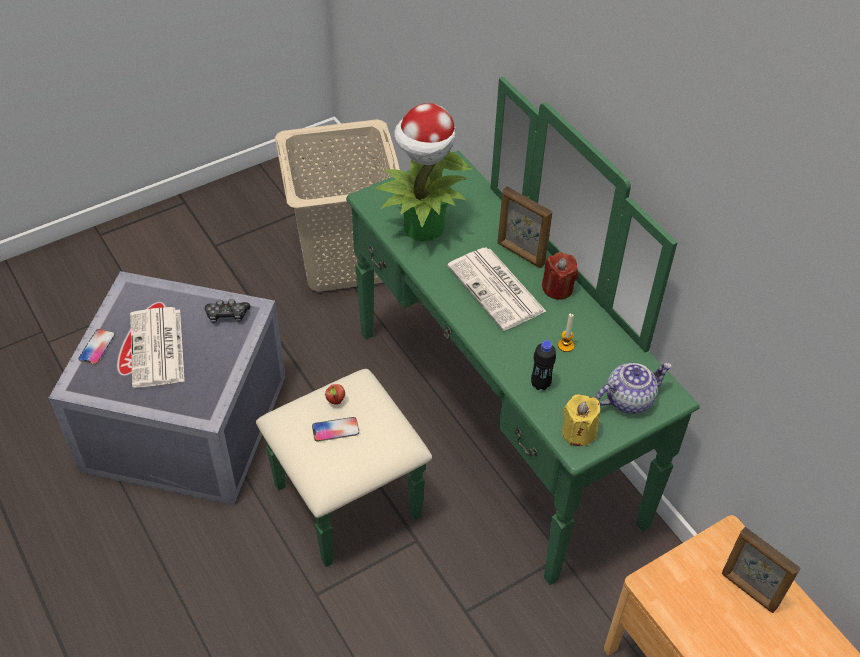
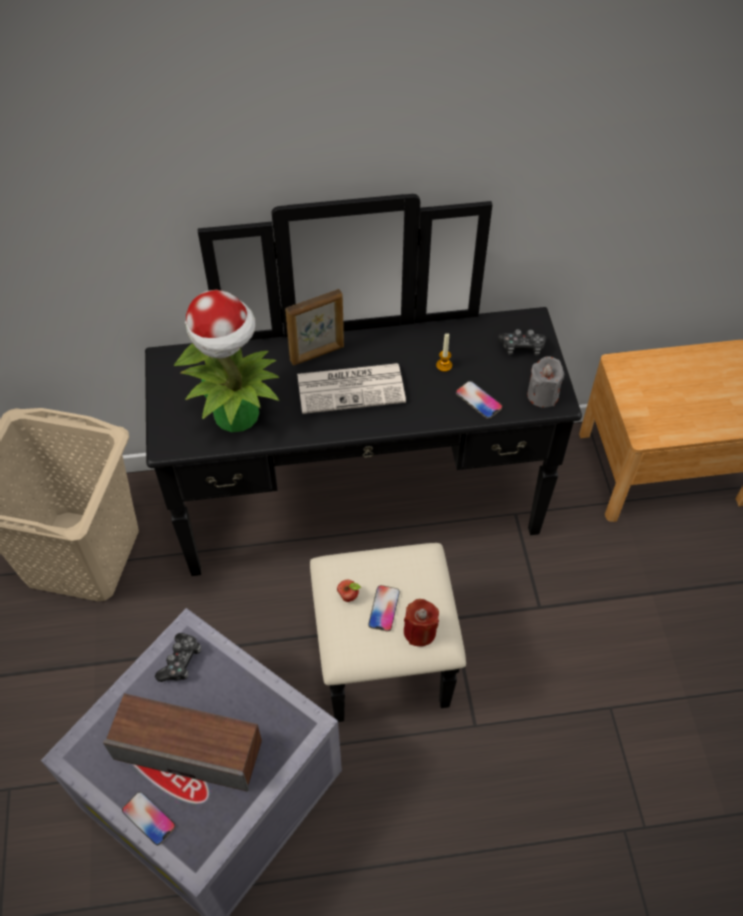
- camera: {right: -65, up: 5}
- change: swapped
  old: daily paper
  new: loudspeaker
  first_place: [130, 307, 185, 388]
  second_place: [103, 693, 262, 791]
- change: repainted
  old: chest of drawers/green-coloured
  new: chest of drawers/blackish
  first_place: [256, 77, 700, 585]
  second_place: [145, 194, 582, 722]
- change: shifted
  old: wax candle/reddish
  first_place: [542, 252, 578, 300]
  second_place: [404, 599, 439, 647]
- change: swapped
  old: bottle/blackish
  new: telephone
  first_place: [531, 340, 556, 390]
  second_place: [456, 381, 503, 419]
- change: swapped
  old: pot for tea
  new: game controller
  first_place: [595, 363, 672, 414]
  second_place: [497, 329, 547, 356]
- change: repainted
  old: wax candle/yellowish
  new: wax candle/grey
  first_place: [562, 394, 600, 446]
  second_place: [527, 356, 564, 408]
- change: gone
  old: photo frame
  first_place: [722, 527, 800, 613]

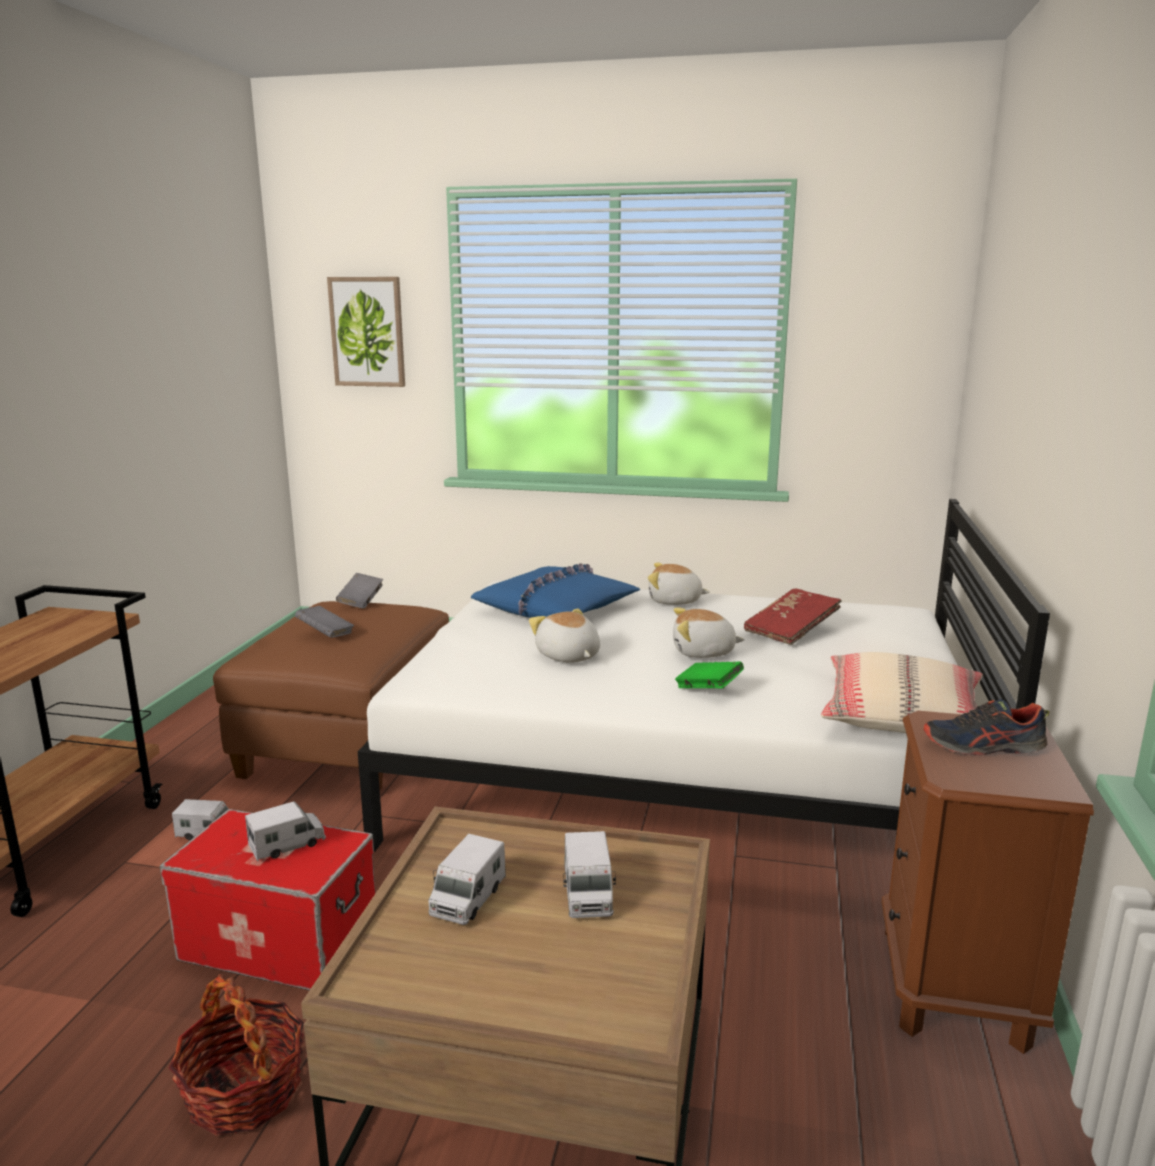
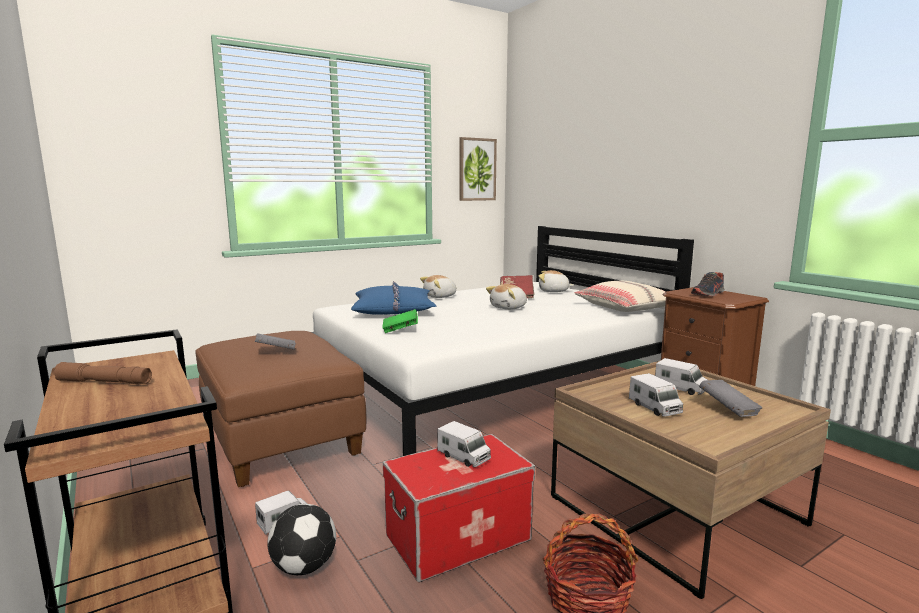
- camera: {right: -45, up: -5}
- change: new
  new: hand torch/brown
  second_place: [54, 362, 152, 384]
- change: new
  new: football ball
  second_place: [267, 504, 336, 575]
- change: shifted
  old: bound book/green-coloured
  first_place: [675, 662, 744, 689]
  second_place: [382, 309, 418, 333]
- change: rotated
  old: toy lorry
  first_place: [245, 801, 326, 861]
  second_place: [437, 421, 491, 467]
  degrees: 120
- change: shifted
  old: wall art
  first_place: [327, 277, 405, 387]
  second_place: [460, 137, 497, 201]
- change: shifted
  old: soft toy
  first_place: [529, 608, 600, 663]
  second_place: [539, 270, 574, 292]
- change: shifted
  old: bound book/grey
  first_place: [336, 573, 383, 608]
  second_place: [699, 380, 762, 417]

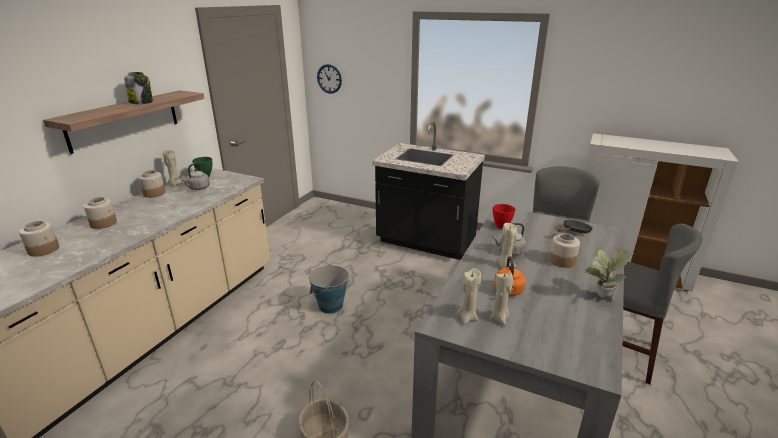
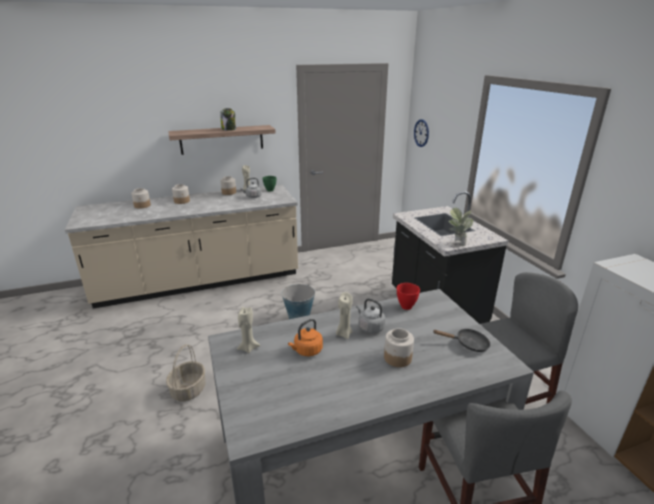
- camera: {right: 45, up: 0}
- change: shifted
  old: plant in a pot
  first_place: [585, 249, 631, 301]
  second_place: [448, 207, 474, 246]
- change: gone
  old: wax candle/sand-coloured
  first_place: [490, 272, 513, 325]

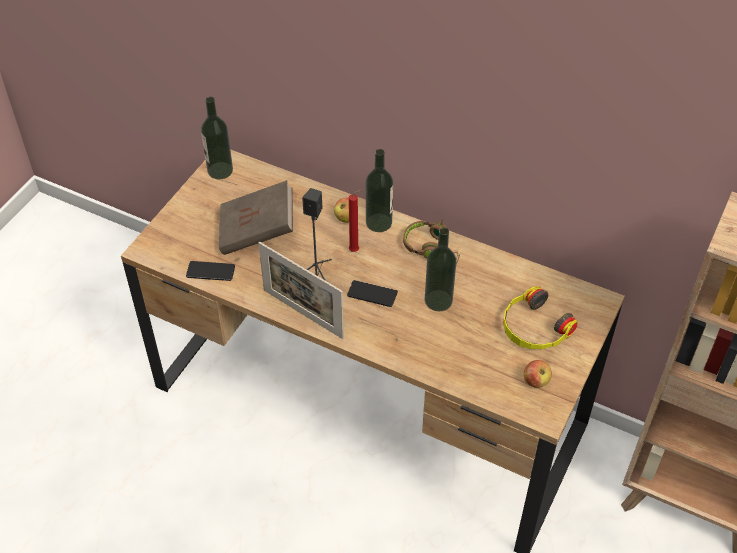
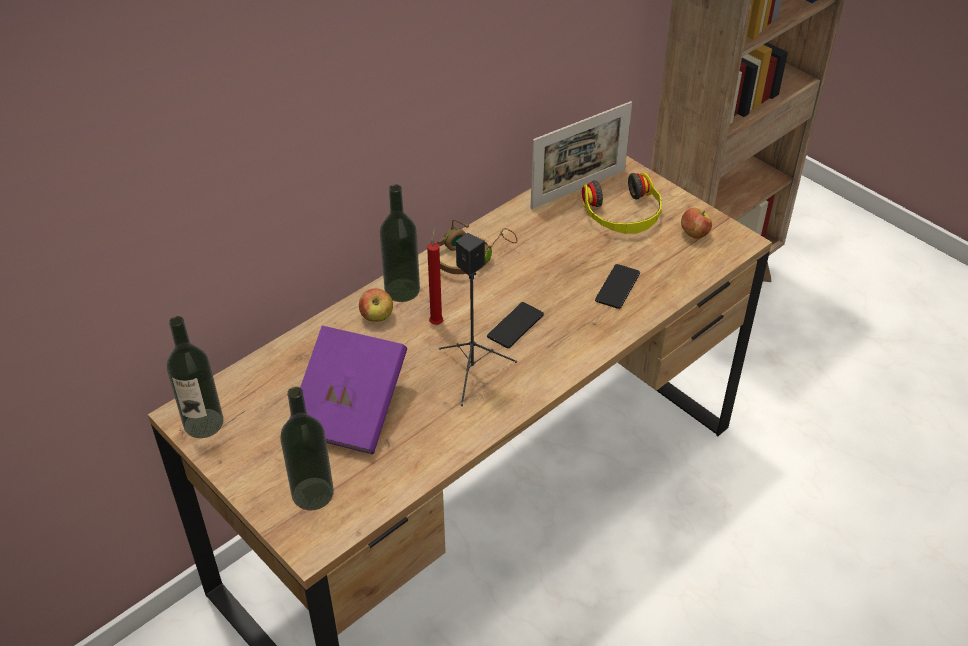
- camera: {right: -70, up: -5}
- change: shifted
  old: bottle
  first_place: [425, 228, 456, 311]
  second_place: [280, 387, 334, 510]
- change: repainted
  old: bound book/brown
  new: bound book/purple
  first_place: [219, 180, 293, 255]
  second_place: [289, 326, 407, 454]
- change: shifted
  old: photo frame
  first_place: [258, 242, 344, 339]
  second_place: [530, 101, 632, 209]
- change: shifted
  old: telephone
  first_place: [186, 261, 235, 281]
  second_place: [595, 264, 640, 309]

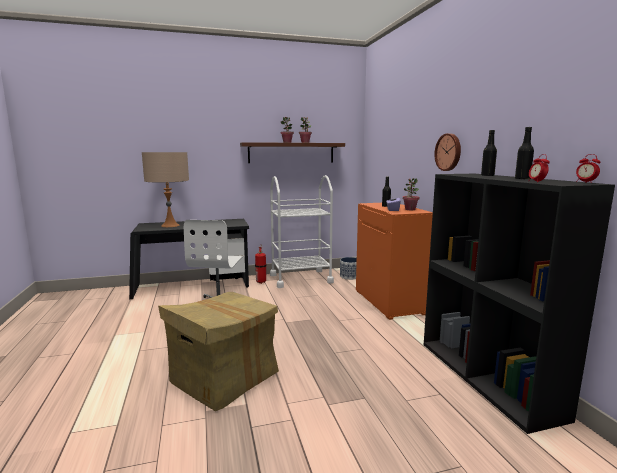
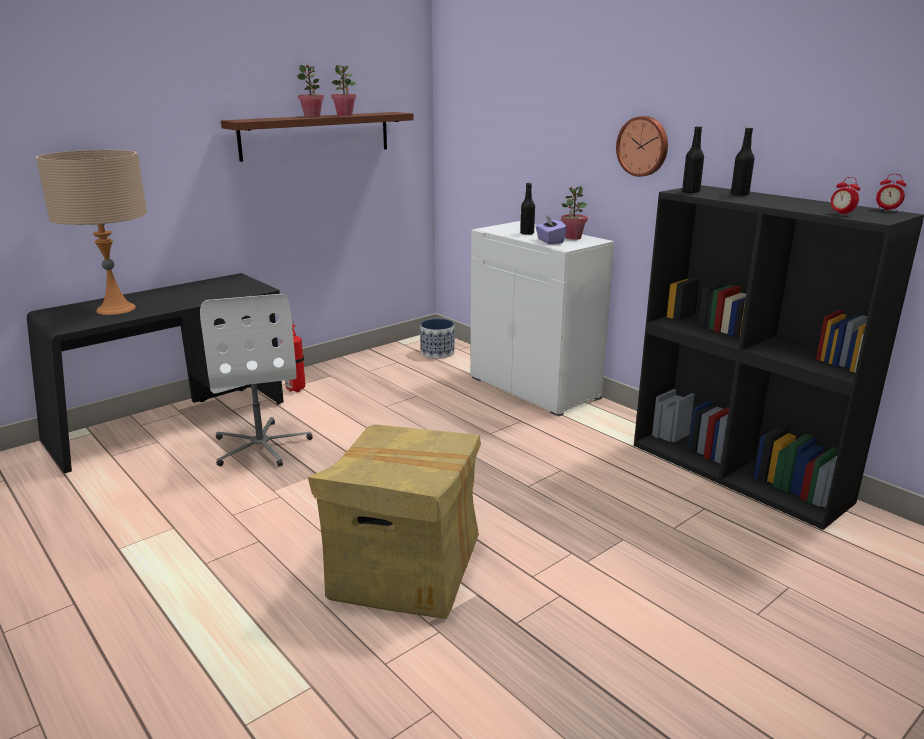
- camera: {right: -25, up: 10}
- change: repainted
  old: cupboard/orange-coloured
  new: cupboard/white
  first_place: [356, 203, 433, 320]
  second_place: [471, 221, 614, 417]
- change: shifted
  old: bottle/blackish
  first_place: [515, 127, 534, 179]
  second_place: [682, 126, 704, 194]
- change: gone
  old: cart/white
  first_place: [270, 175, 334, 288]

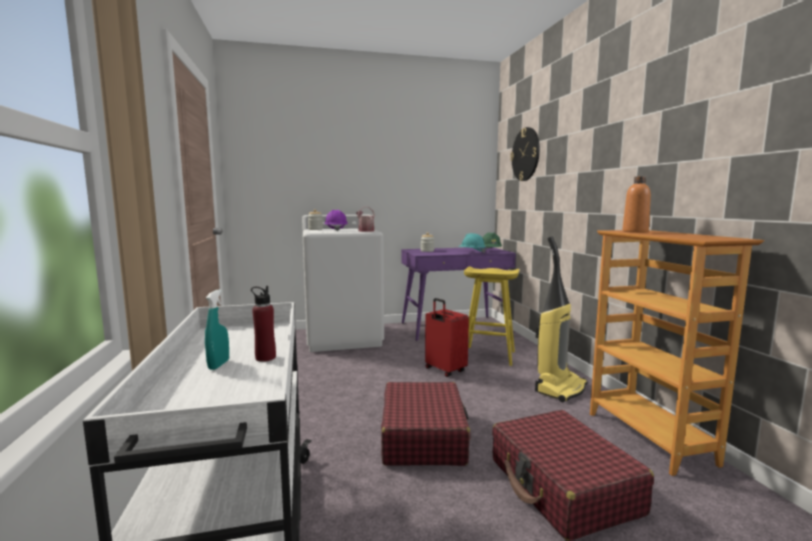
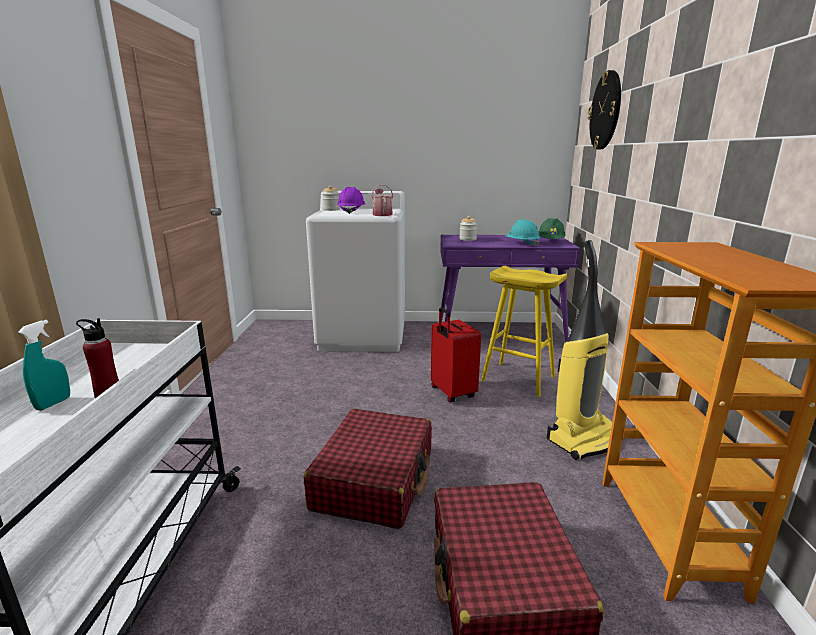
- camera: {right: 15, up: 10}
- change: gone
  old: bottle/orange-coloured
  first_place: [622, 176, 651, 233]

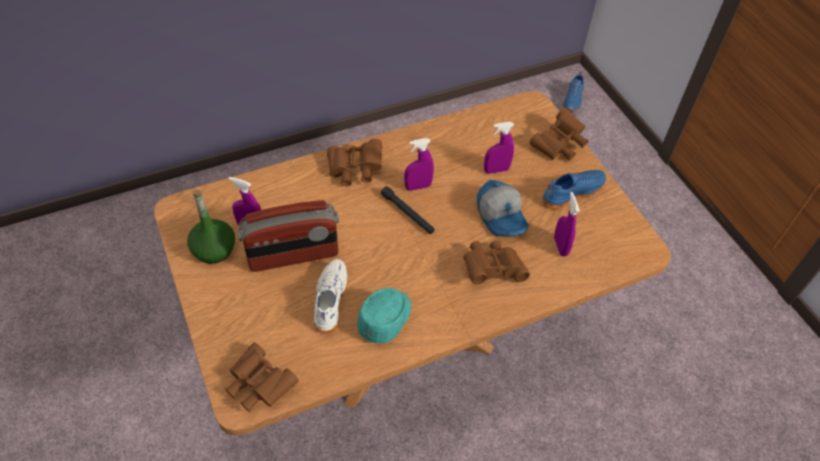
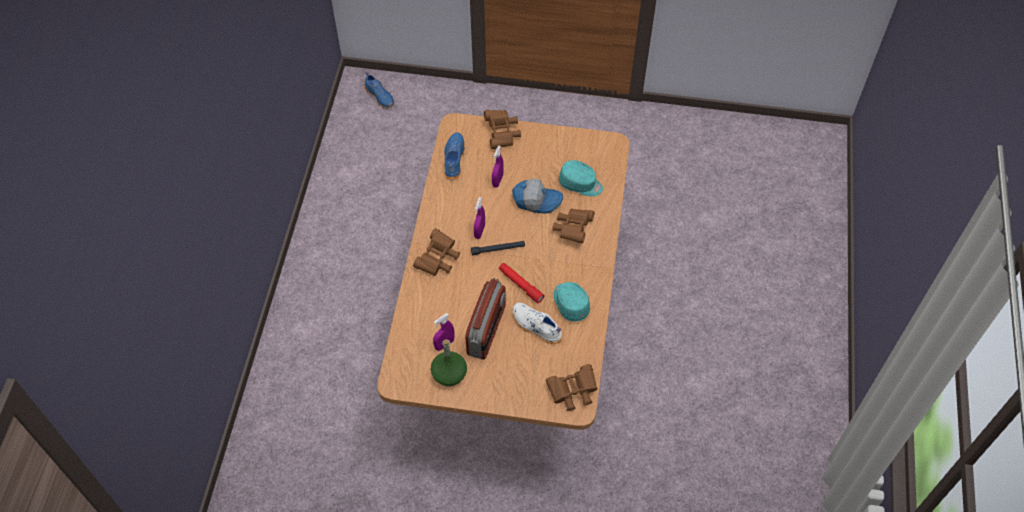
- camera: {right: -55, up: 5}
- change: shifted
  old: low shoe/blue
  first_place: [542, 170, 606, 209]
  second_place: [444, 132, 465, 179]
- change: new
  new: hand torch/reddish
  second_place: [499, 263, 545, 303]
- change: swapped
  old: spray bottle/purple
  new: cap/turquoise
  first_place: [554, 192, 580, 256]
  second_place: [559, 160, 603, 196]

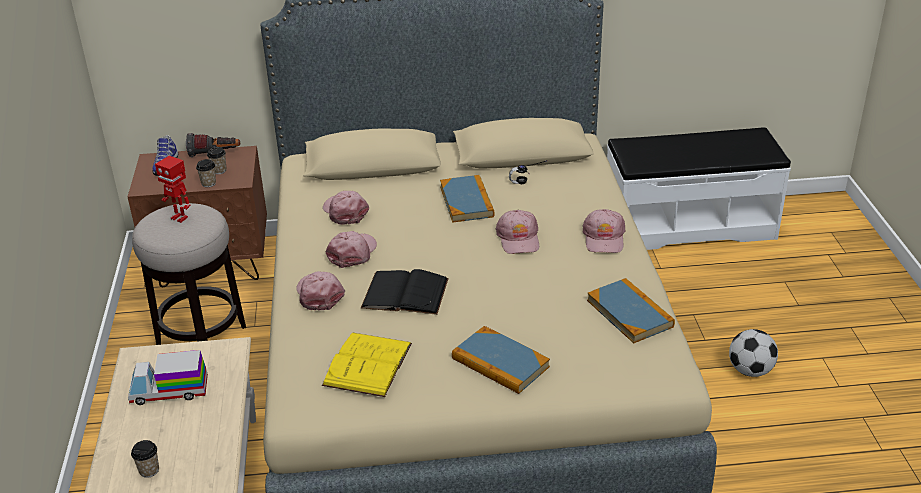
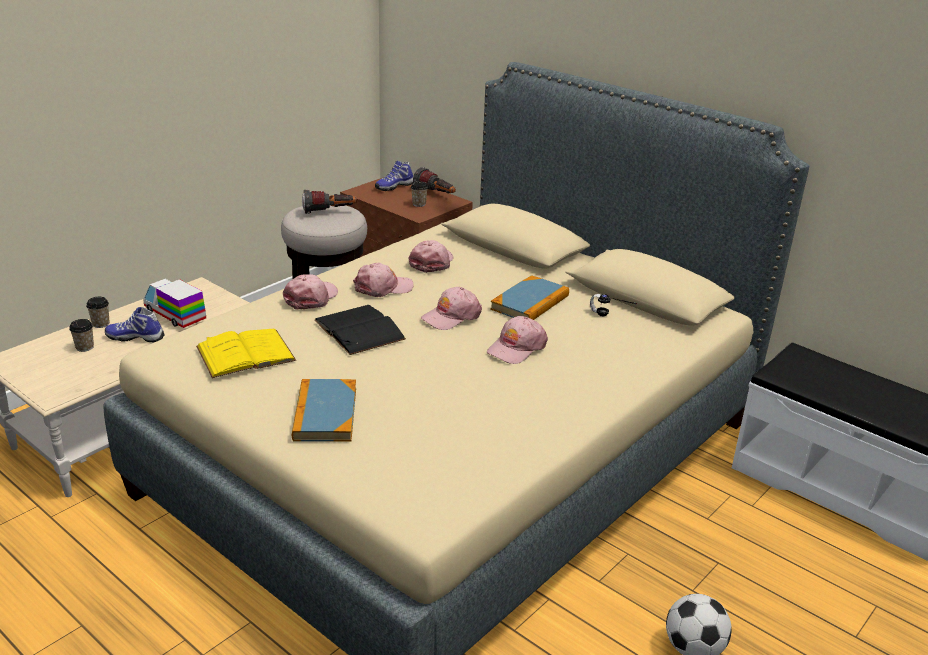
- camera: {right: 45, up: -5}
- change: shifted
  old: small cup
  first_place: [196, 159, 216, 187]
  second_place: [86, 297, 110, 328]
- change: new
  new: low shoe
  second_place: [105, 307, 164, 342]
- change: swapped
  old: model robot
  new: hand torch
  first_place: [155, 156, 190, 223]
  second_place: [302, 190, 357, 214]
- change: shifted
  old: cap/pinkish
  first_place: [582, 209, 625, 253]
  second_place: [421, 287, 482, 330]
- change: gone
  old: bound book
  first_place: [587, 278, 675, 343]

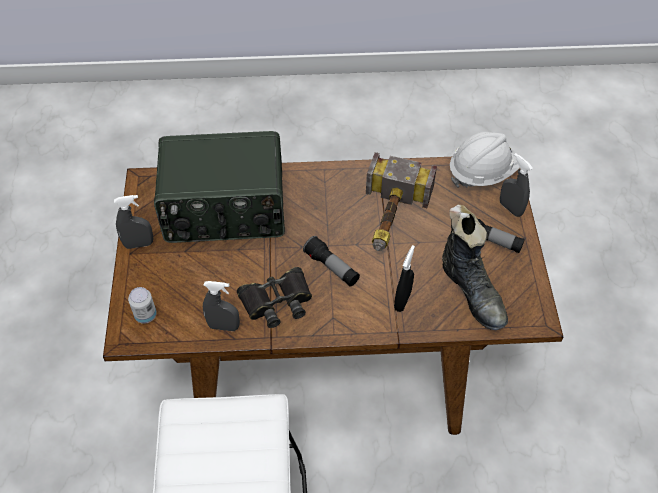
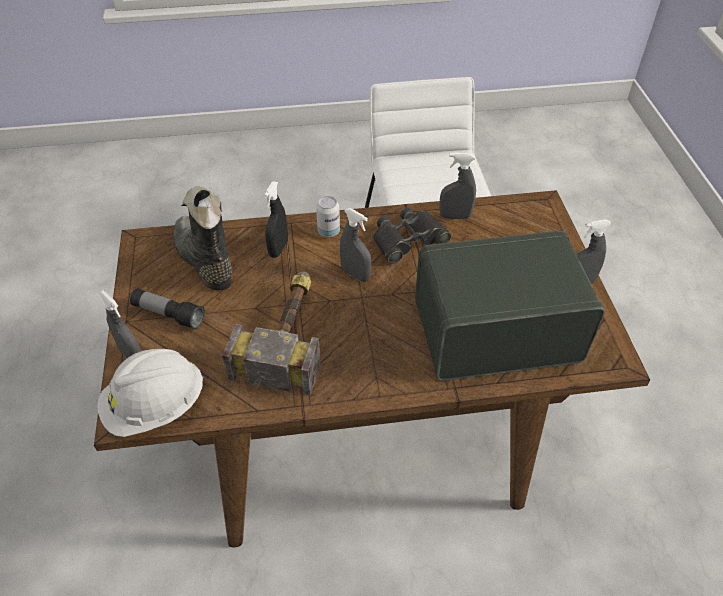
- camera: {right: 175, up: -5}
- change: shifted
  old: metal can
  first_place: [128, 287, 157, 324]
  second_place: [316, 196, 340, 237]
- change: swapped
  old: hand torch
  new: spray bottle/grey
  first_place: [303, 236, 360, 287]
  second_place: [340, 208, 371, 282]

